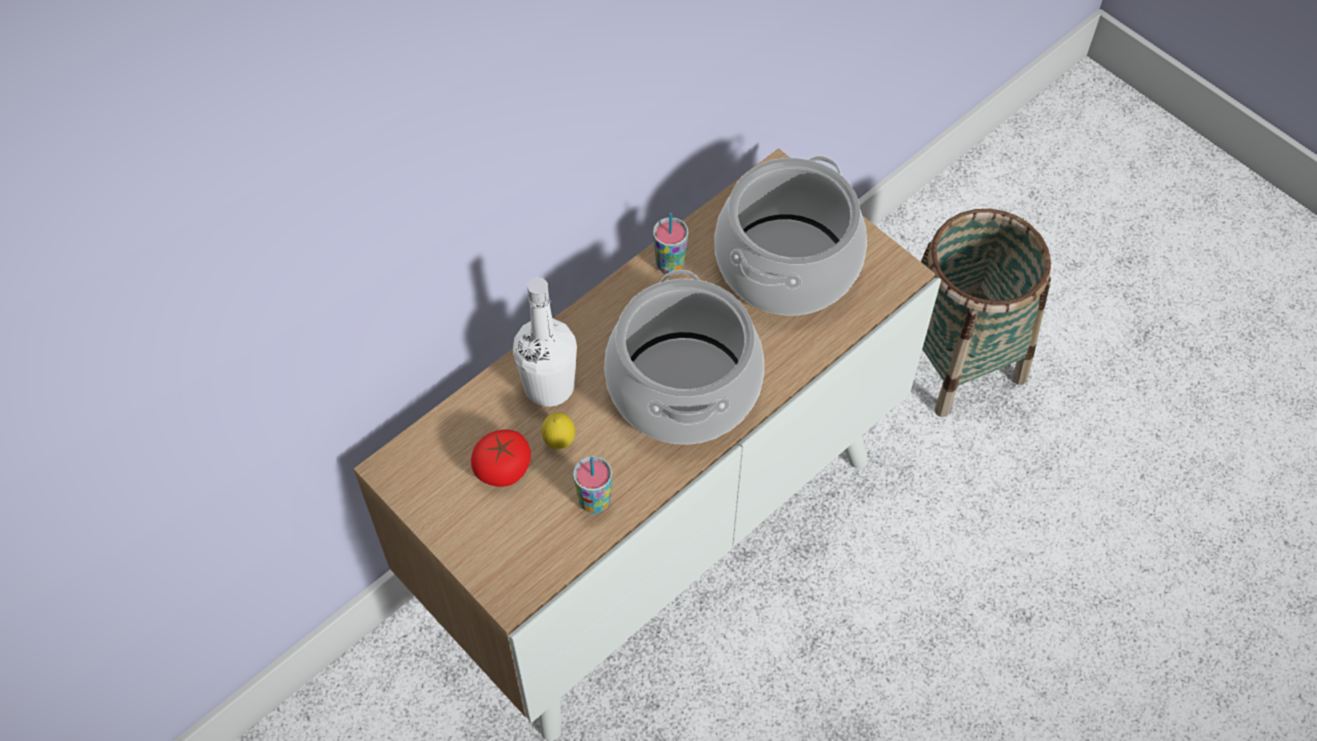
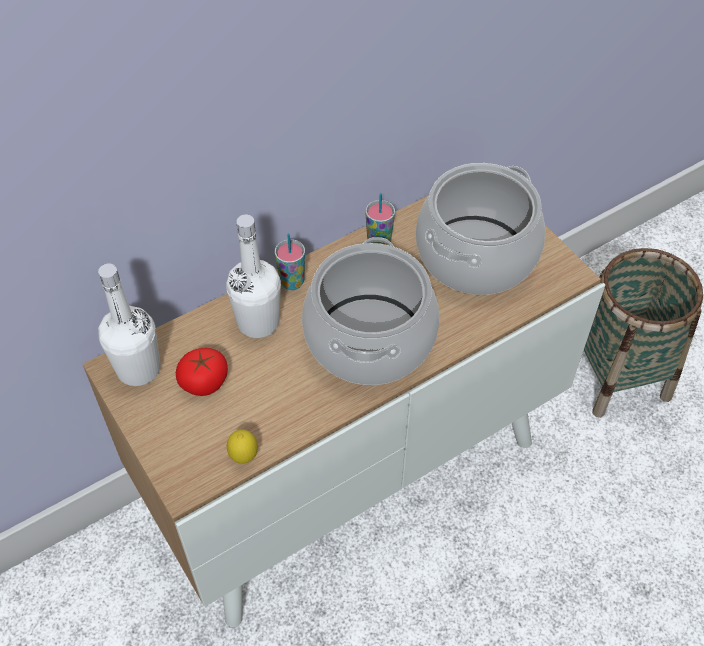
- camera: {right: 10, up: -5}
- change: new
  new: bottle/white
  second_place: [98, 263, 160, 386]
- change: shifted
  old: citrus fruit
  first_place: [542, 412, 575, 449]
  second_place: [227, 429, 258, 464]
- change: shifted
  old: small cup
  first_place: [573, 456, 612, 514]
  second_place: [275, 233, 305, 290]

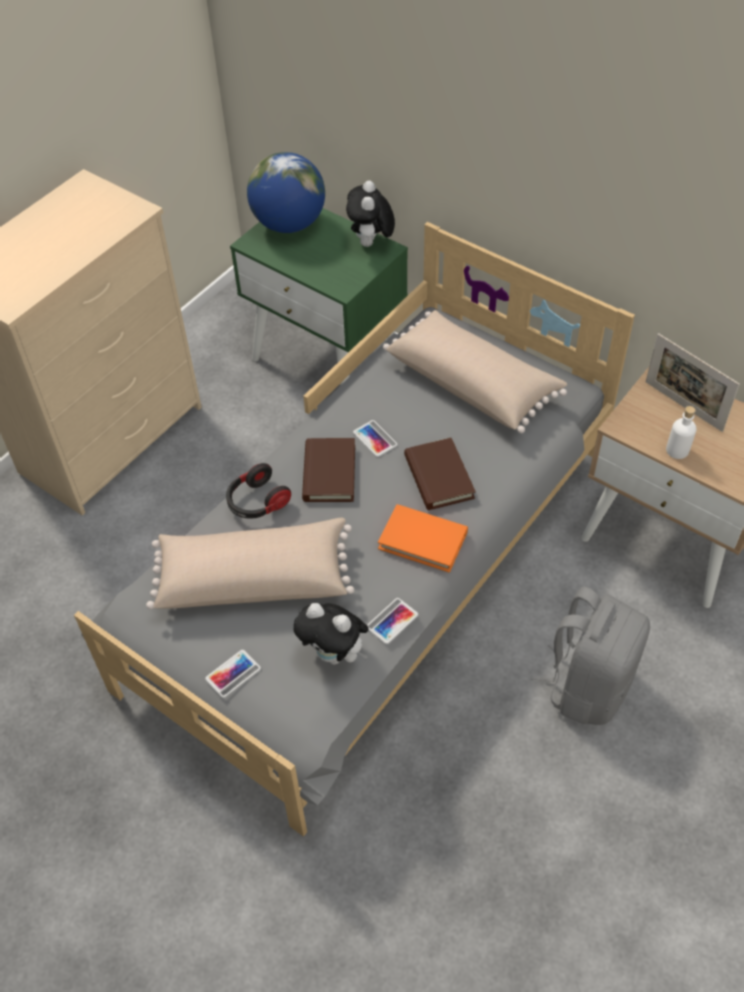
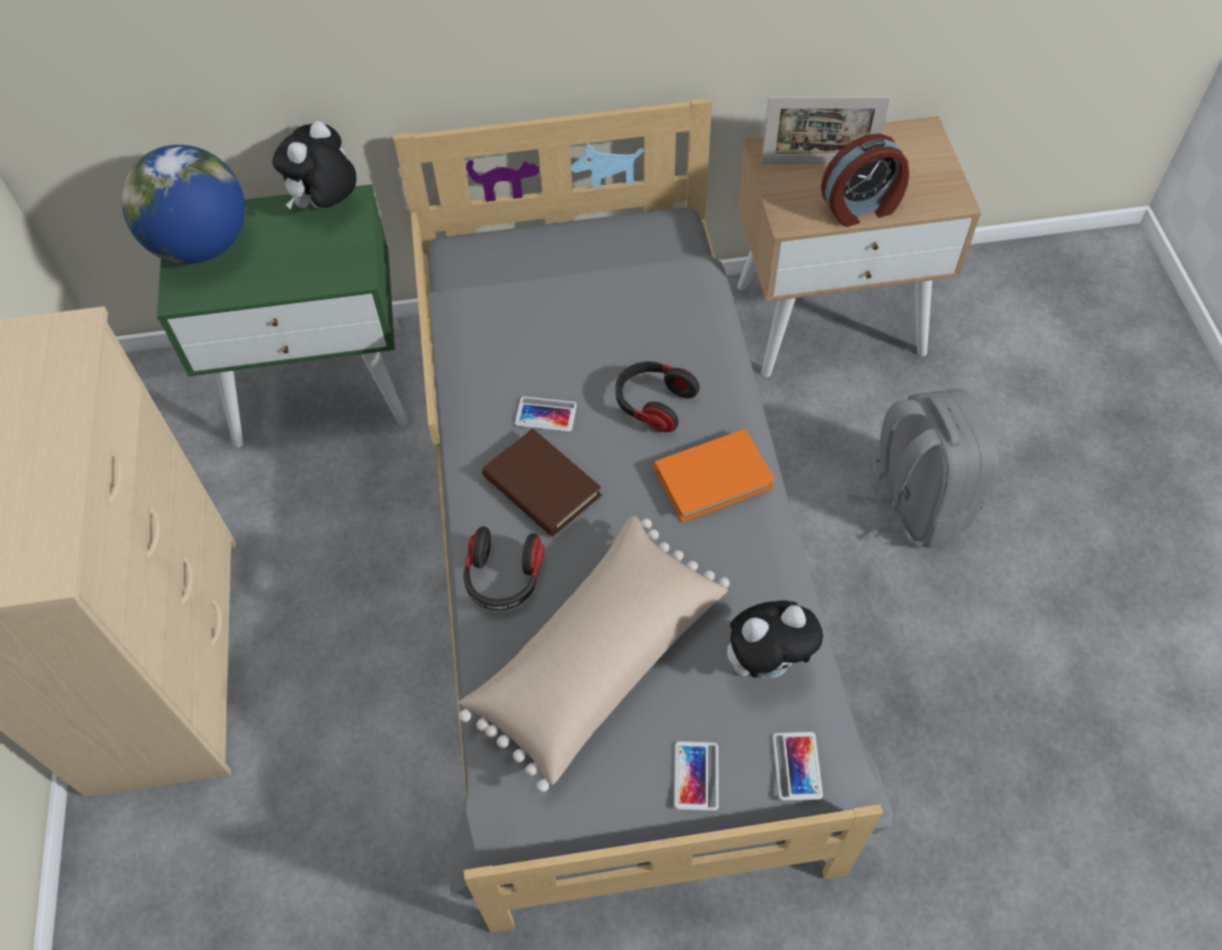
- camera: {right: -45, up: 5}
- change: rotated
  old: soft toy
  first_place: [346, 181, 395, 247]
  second_place: [272, 121, 356, 210]
  degrees: 75
- change: swapped
  old: bound book/brown
  new: pair of headphones
  first_place: [404, 438, 476, 510]
  second_place: [615, 361, 700, 432]
- change: shifted
  old: telephone
  first_place: [367, 598, 418, 644]
  second_place: [772, 732, 823, 801]
- change: swapped
  old: bottle/white
  new: bedside clock
  first_place: [666, 406, 696, 459]
  second_place: [821, 134, 909, 227]
- change: gone
  old: pillow/sand-coloured
  first_place: [383, 310, 567, 433]

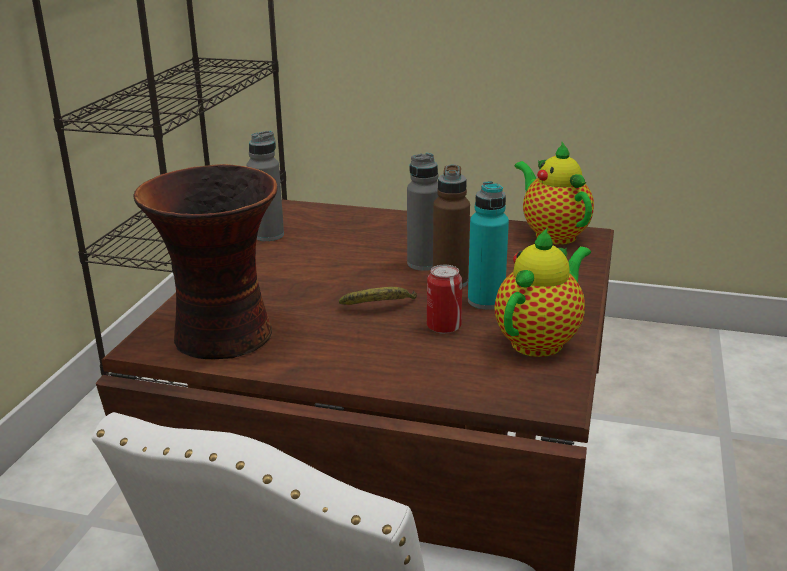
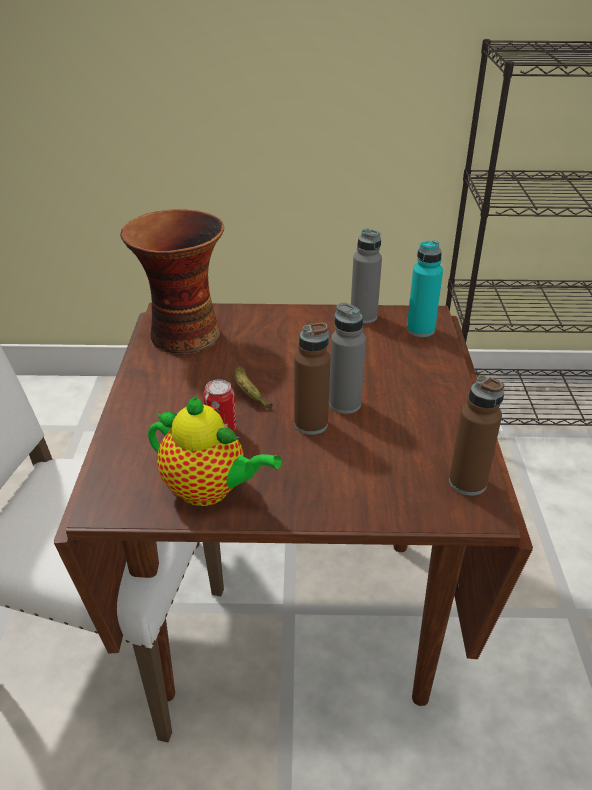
- camera: {right: 75, up: 10}
- change: shifted
  old: bottle/turquoise
  first_place: [468, 181, 509, 310]
  second_place: [407, 240, 443, 337]
- change: swapped
  old: pot for tea
  new: bottle/brown
  first_place: [515, 142, 594, 245]
  second_place: [449, 375, 504, 496]

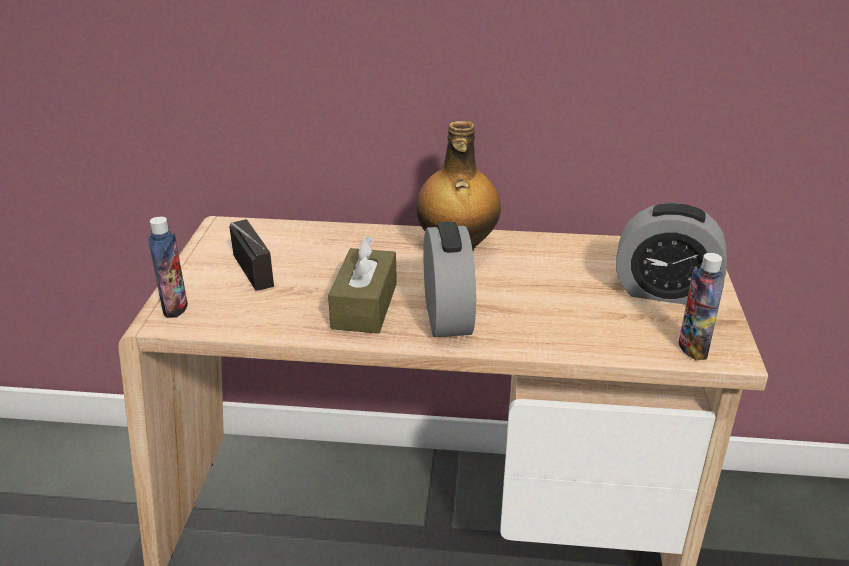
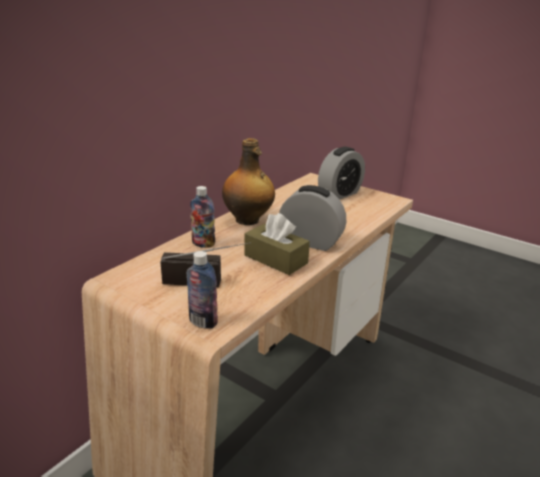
- camera: {right: -60, up: -5}
- change: shifted
  old: bottle
  first_place: [679, 253, 724, 360]
  second_place: [190, 186, 215, 248]

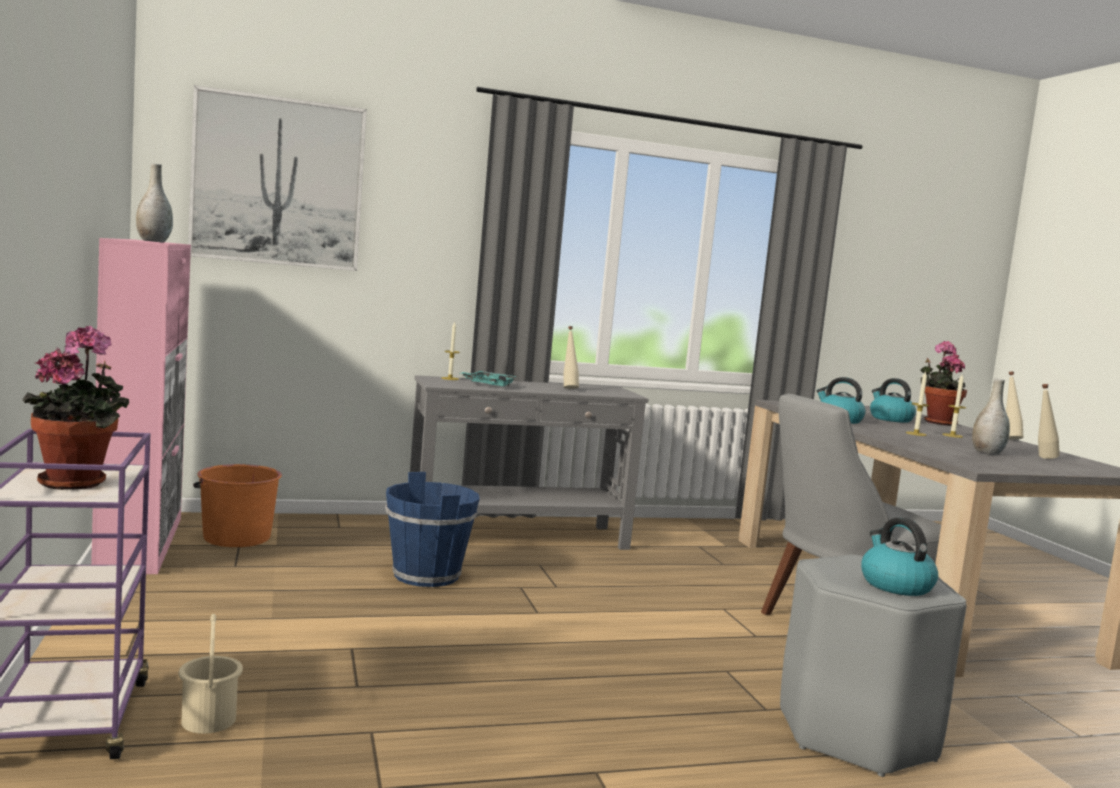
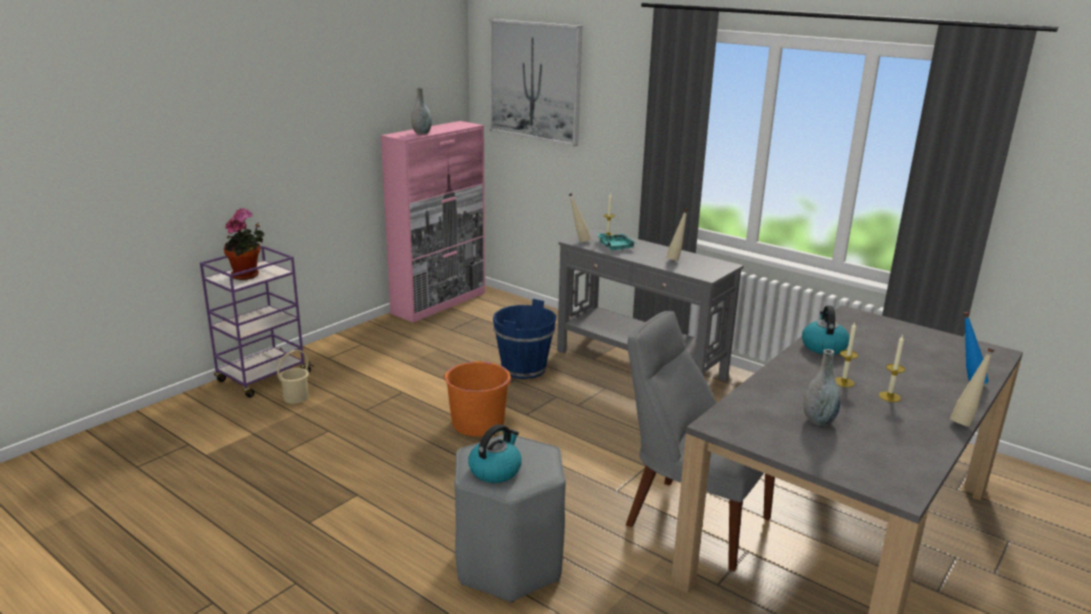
- camera: {right: 55, up: 15}
- change: shifted
  old: pail/orange-coloured
  first_place: [193, 464, 282, 547]
  second_place: [444, 361, 513, 437]
- change: shifted
  old: bottle/sand-coloured
  first_place: [1038, 384, 1060, 459]
  second_place: [569, 193, 591, 242]
- change: swapped
  old: plant in a pot
  new: bottle/blue
  first_place: [920, 341, 967, 426]
  second_place: [963, 312, 989, 384]
- change: gone
  old: tea kettle
  first_place: [870, 378, 916, 423]

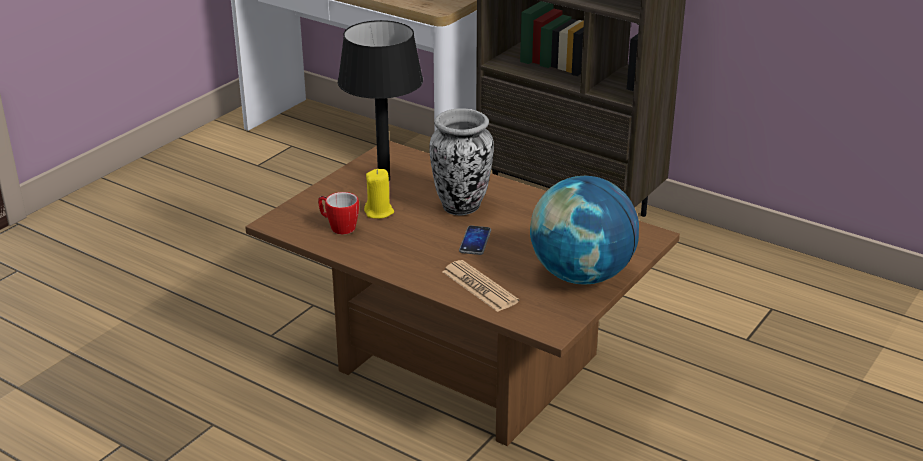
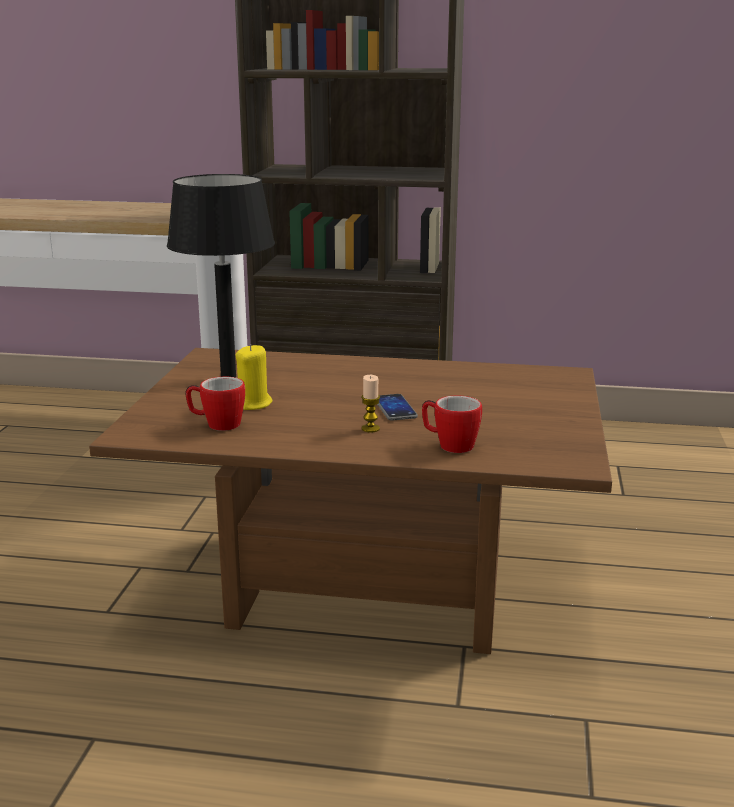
- camera: {right: -25, up: -10}
- change: new
  new: wax candle
  second_place: [361, 375, 380, 433]
- change: swapped
  old: daily paper
  new: coffee mug
  first_place: [442, 260, 519, 312]
  second_place: [422, 396, 482, 453]
- change: gone
  old: vase
  first_place: [429, 108, 494, 215]
- change: gone
  old: globe
  first_place: [530, 176, 639, 285]

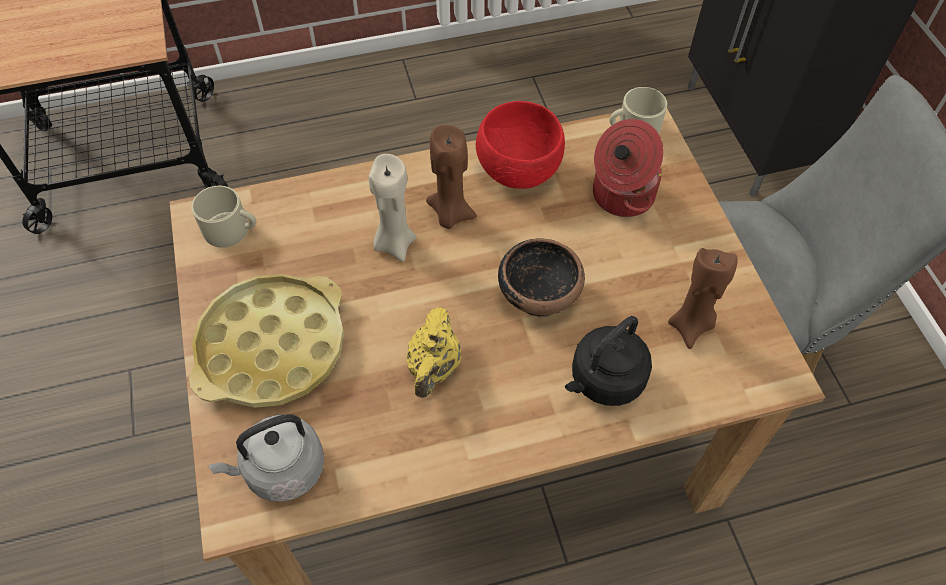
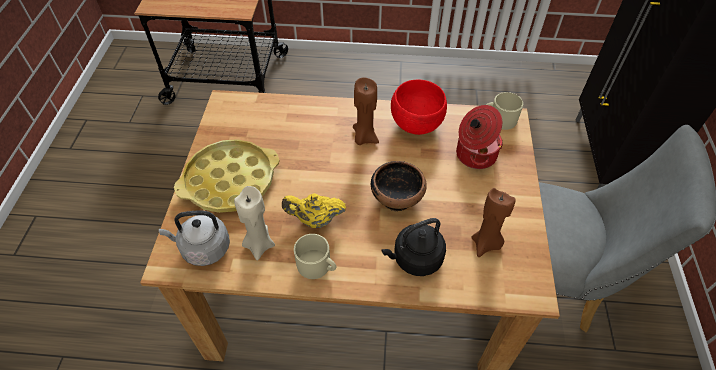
- camera: {right: 20, up: -5}
- change: shifted
  old: wax candle/sand-coloured
  first_place: [369, 154, 416, 262]
  second_place: [234, 186, 275, 261]
- change: rotated
  old: pot for tea/yellowish
  first_place: [406, 307, 461, 398]
  second_place: [282, 193, 346, 228]
  degrees: 60
- change: shifted
  old: coffee mug/sand-coloured
  first_place: [191, 186, 256, 248]
  second_place: [294, 234, 336, 279]

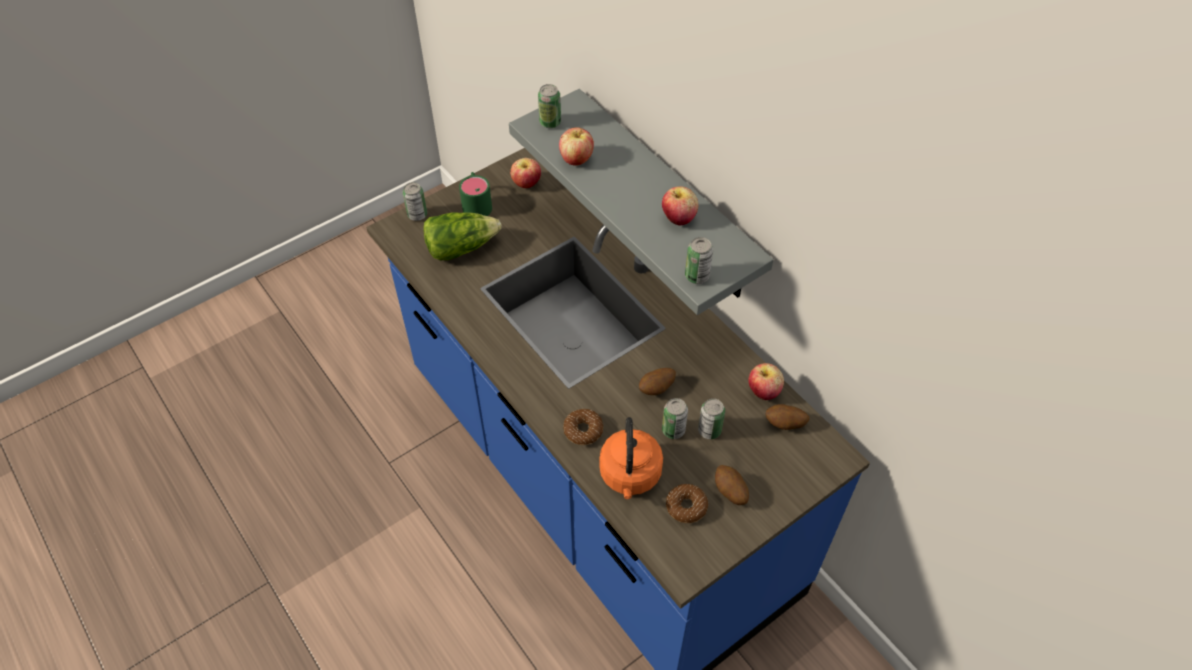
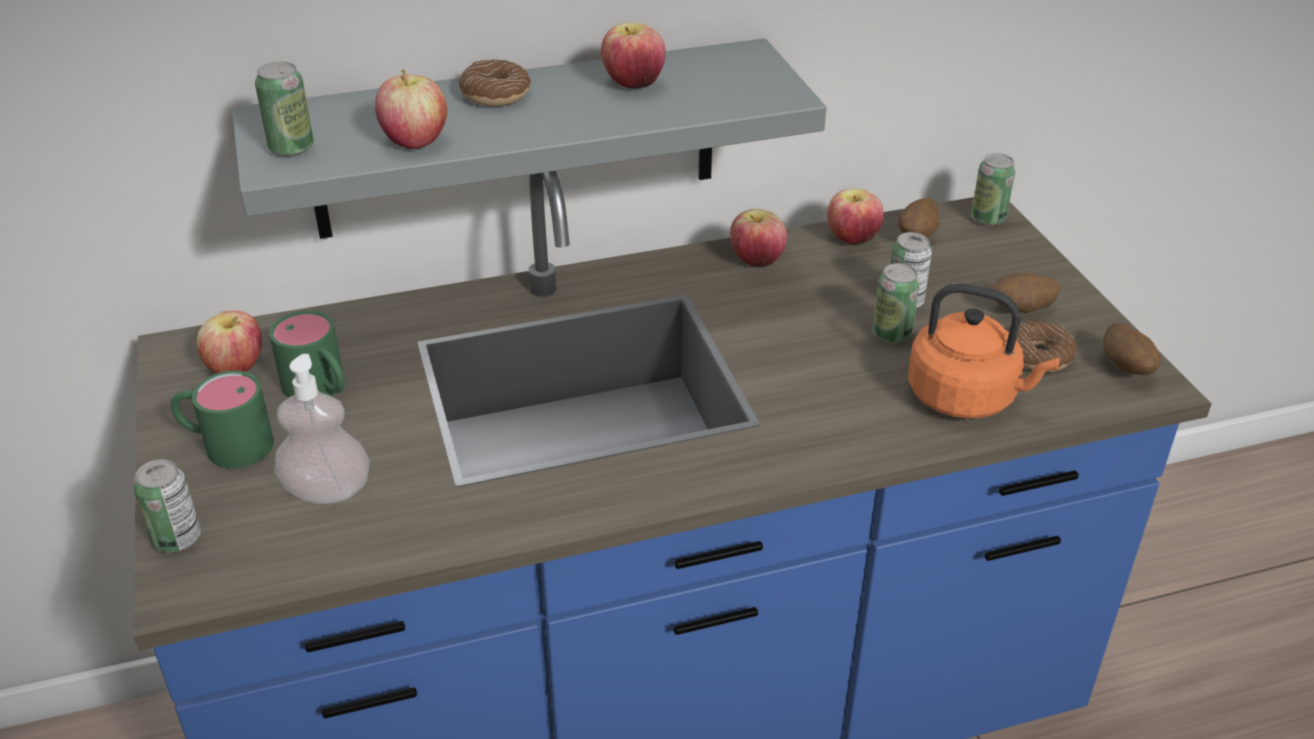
- camera: {right: -70, up: -15}
- change: new
  new: coffee mug/green-coloured
  second_place: [269, 310, 345, 398]
- change: swapped
  old: head of lettuce
  new: soap bottle
  first_place: [423, 212, 501, 260]
  second_place: [274, 354, 369, 504]
- change: shifted
  old: donut
  first_place: [563, 409, 603, 445]
  second_place: [459, 59, 531, 106]
- change: new
  new: apple fruit
  second_place: [730, 209, 787, 266]
- change: shifted
  old: metal can
  first_place: [685, 237, 713, 284]
  second_place: [971, 153, 1016, 225]
- change: shifted
  old: potato
  first_place: [639, 368, 676, 395]
  second_place: [1103, 322, 1161, 375]

